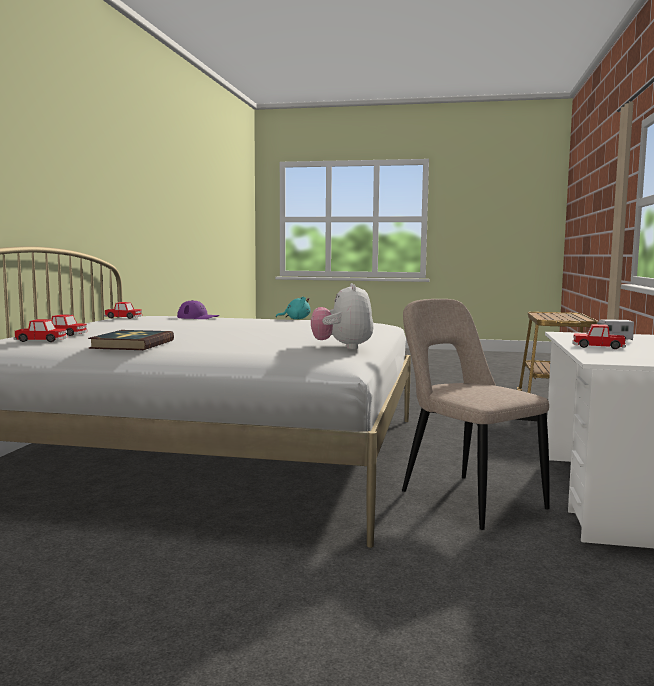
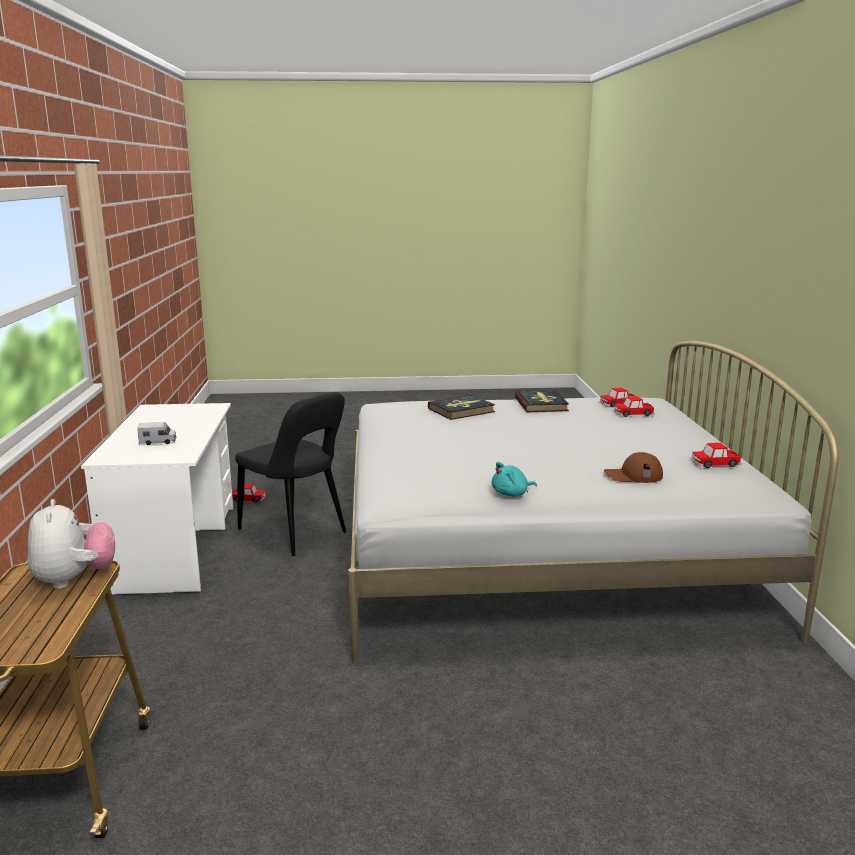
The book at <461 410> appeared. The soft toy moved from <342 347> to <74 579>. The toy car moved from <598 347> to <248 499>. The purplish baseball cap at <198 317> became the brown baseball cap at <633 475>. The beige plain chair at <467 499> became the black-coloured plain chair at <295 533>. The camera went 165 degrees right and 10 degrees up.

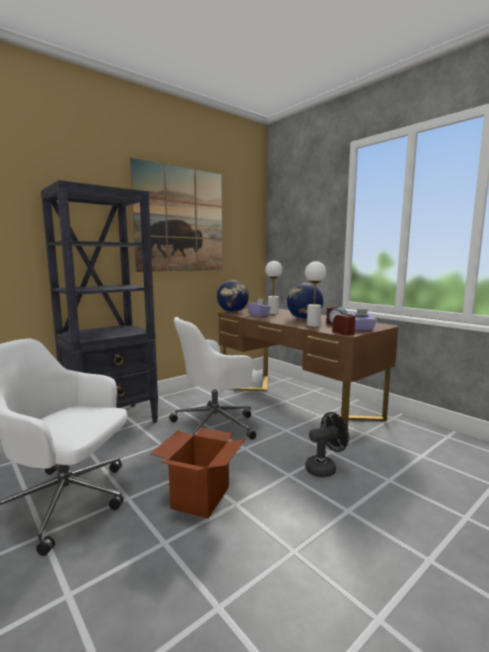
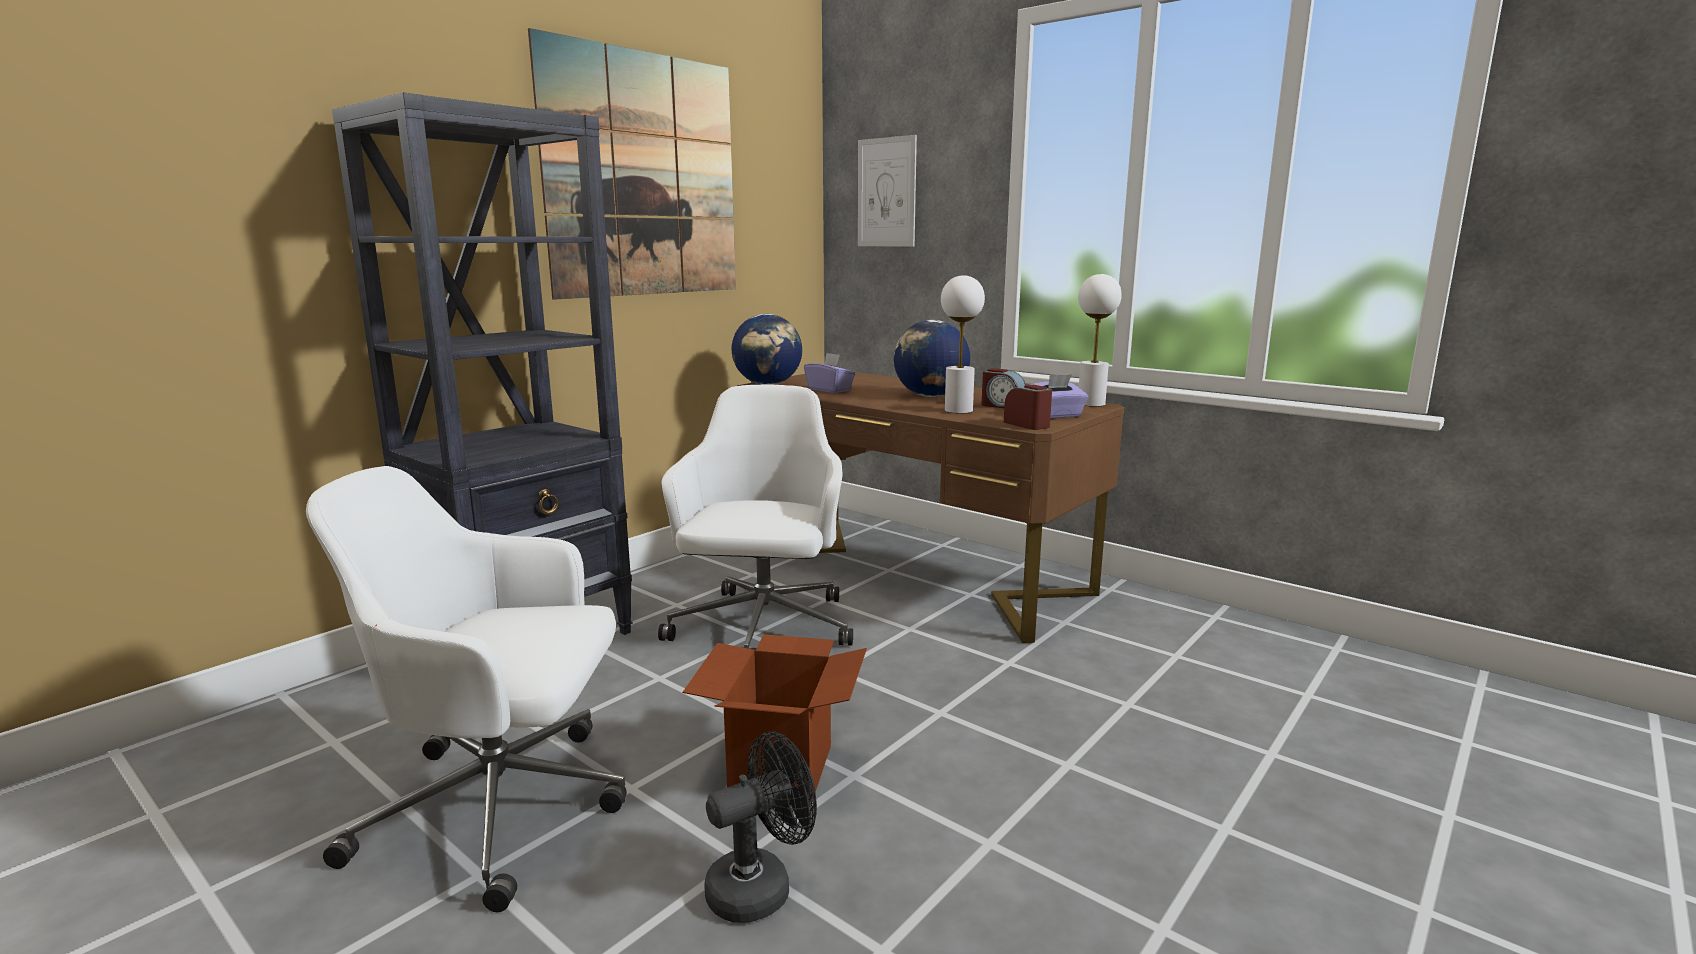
The picture at <886 192> appeared. The white-coloured table lamp moved from <273 313> to <1090 404>. The black-coloured cooling fan moved from <324 468> to <761 886>. The white-coloured desk chair at <216 424> turned 135 degrees clockwise. The camera went 10 degrees left and 5 degrees up.

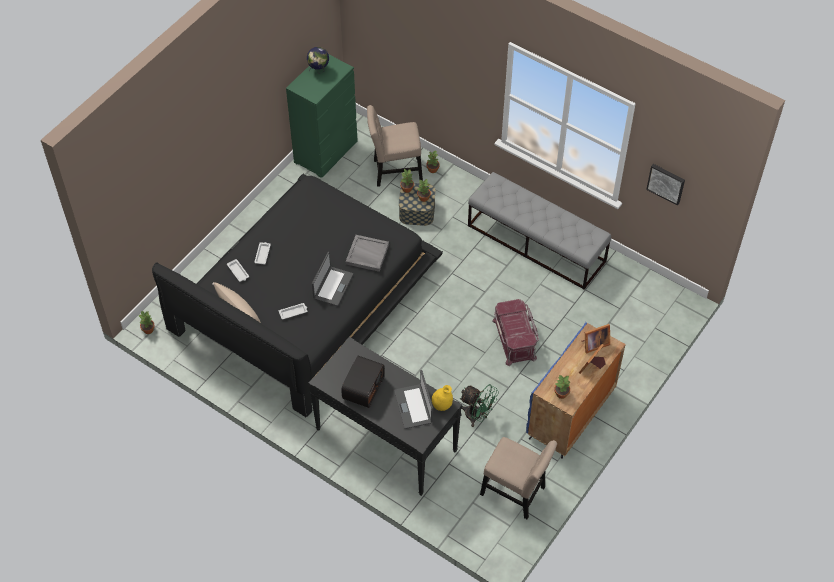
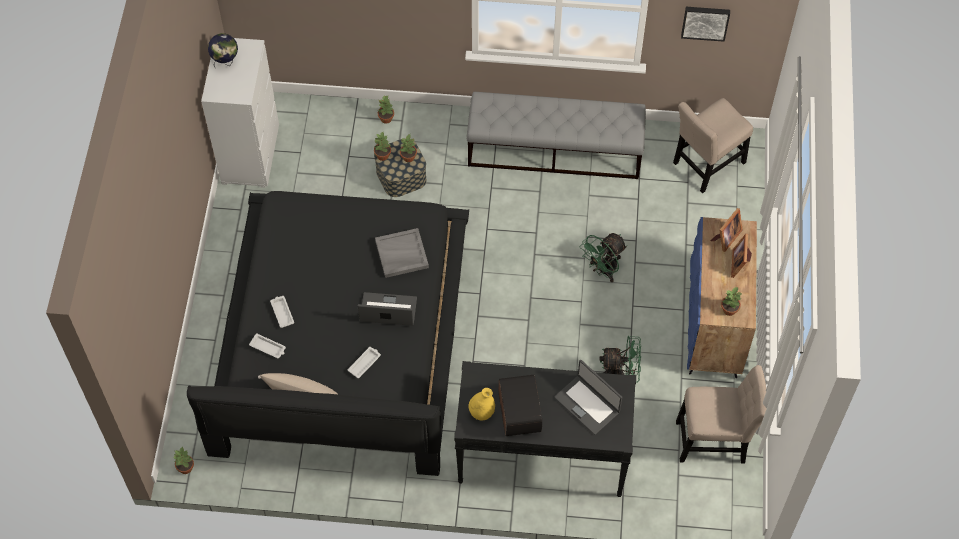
The beige plain chair moved from <394 171> to <706 165>. The yellowish vase moved from <442 405> to <482 412>. The reddish storage box at <515 339> was replaced by the green cooling fan at <603 270>. The green chest of drawers at <326 152> became the white-coloured chest of drawers at <250 154>. The portable computer at <332 286> turned 75 degrees counterclockwise. The camera went 30 degrees left and 5 degrees up.

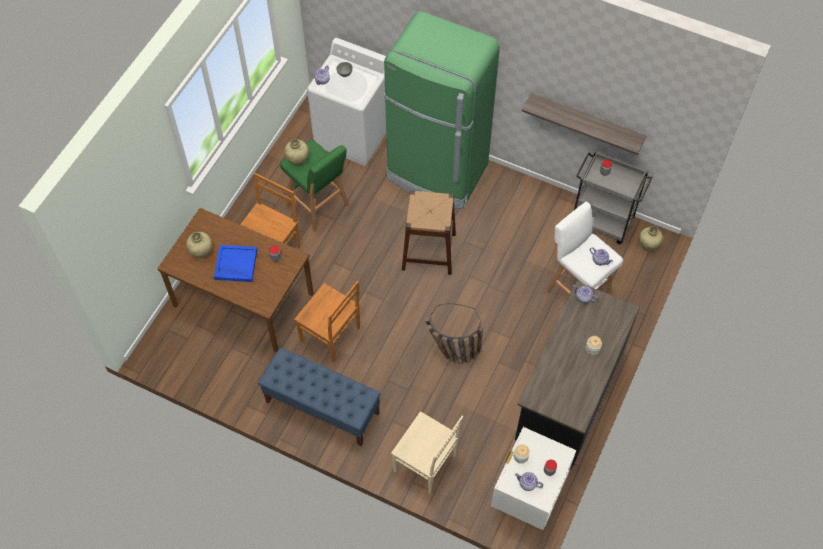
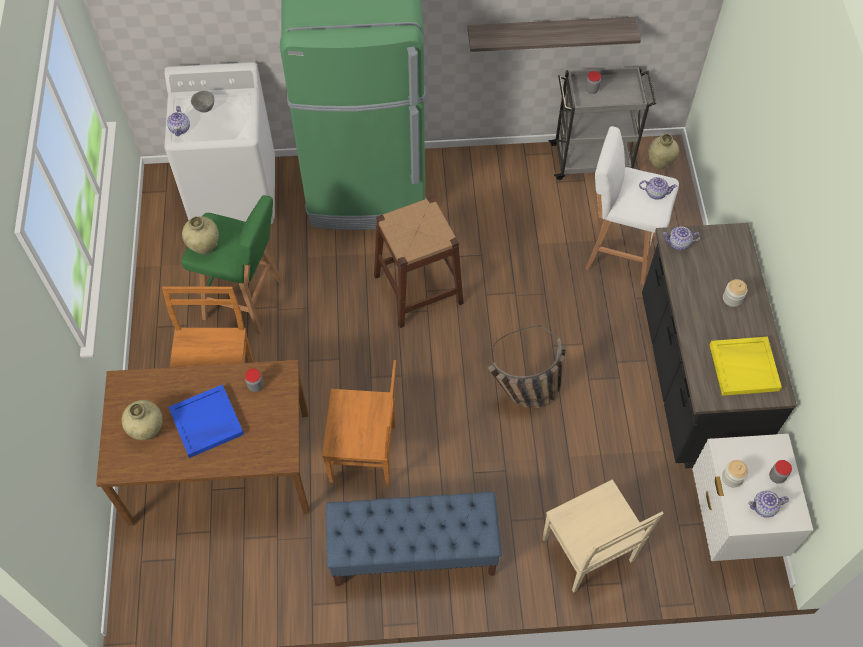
The yellowish serving tray at <744 367> appeared. The beige plain chair at <426 464> turned 60 degrees clockwise. The camera went 30 degrees left and 0 degrees up.

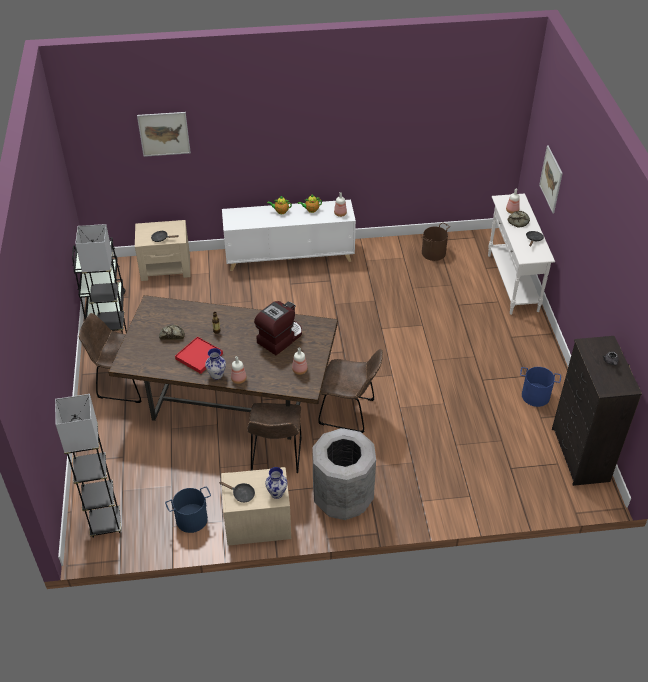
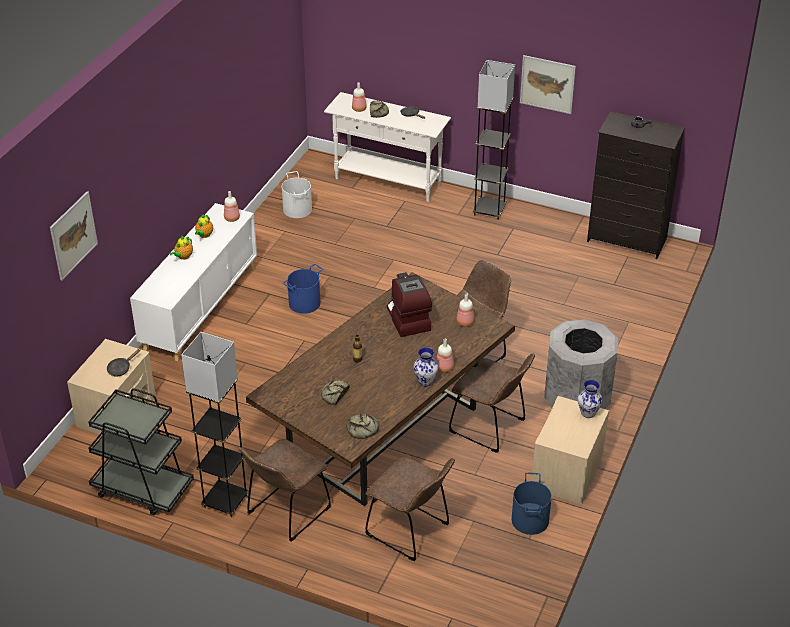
The reddish serving tray at <199 356> disappeared. The black-coloured skillet at <241 494> disappeared. The bread at <363 429> appeared. The brown plain chair at <411 531> appeared. The grey floor lamp moved from <105 523> to <489 210>. The bluish bucket moved from <535 395> to <304 303>. The picture moved from <551 179> to <547 84>. The brown bucket at <433 252> became the white-coloured bucket at <297 209>. The camera went 60 degrees left and 5 degrees down.

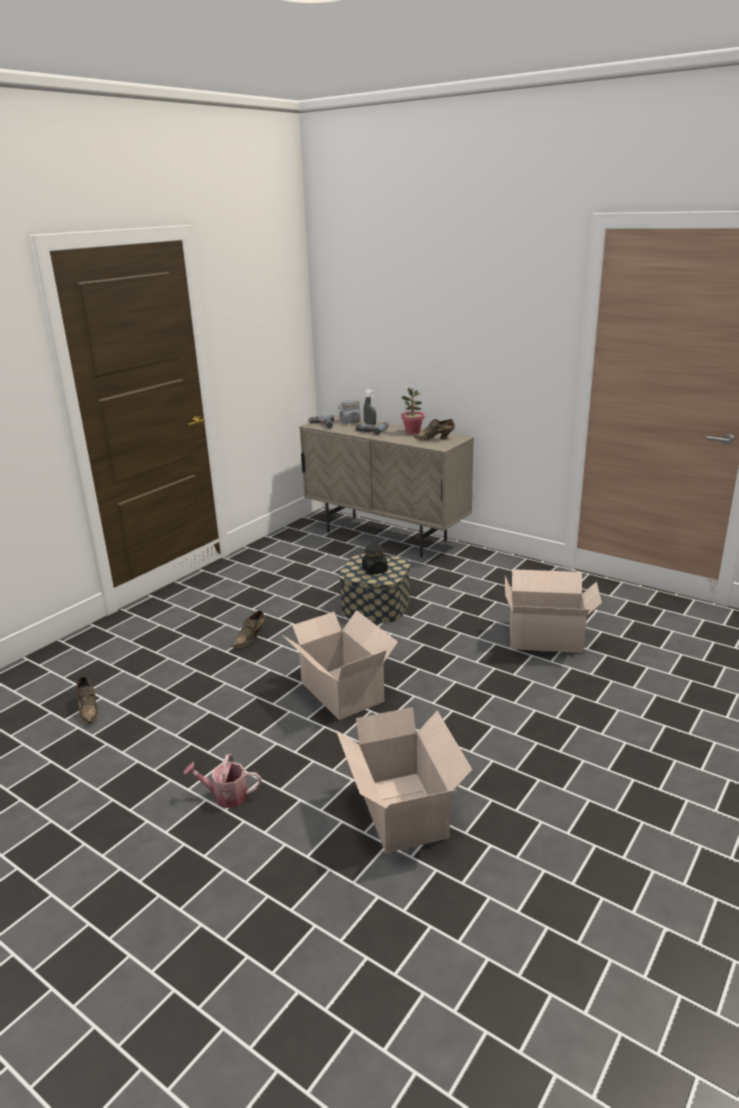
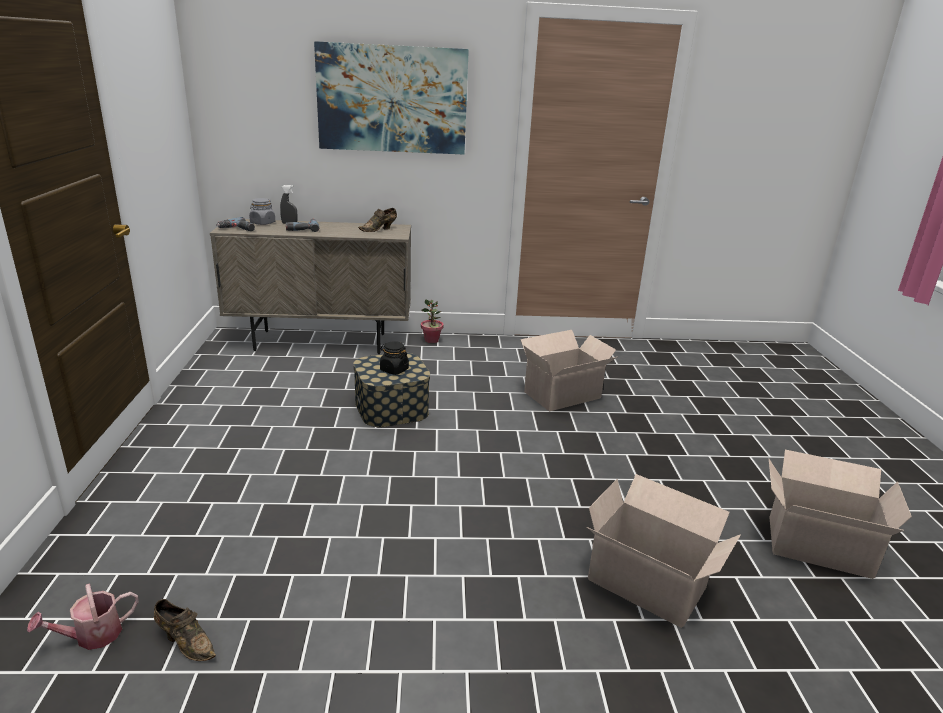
The brown low shoe at <250 639> disappeared. The picture at <392 99> appeared. The watering can moved from <225 796> to <92 636>. The carton moved from <341 690> to <815 545>. The potted plant moved from <412 432> to <431 340>. The camera went 40 degrees left and 0 degrees up.

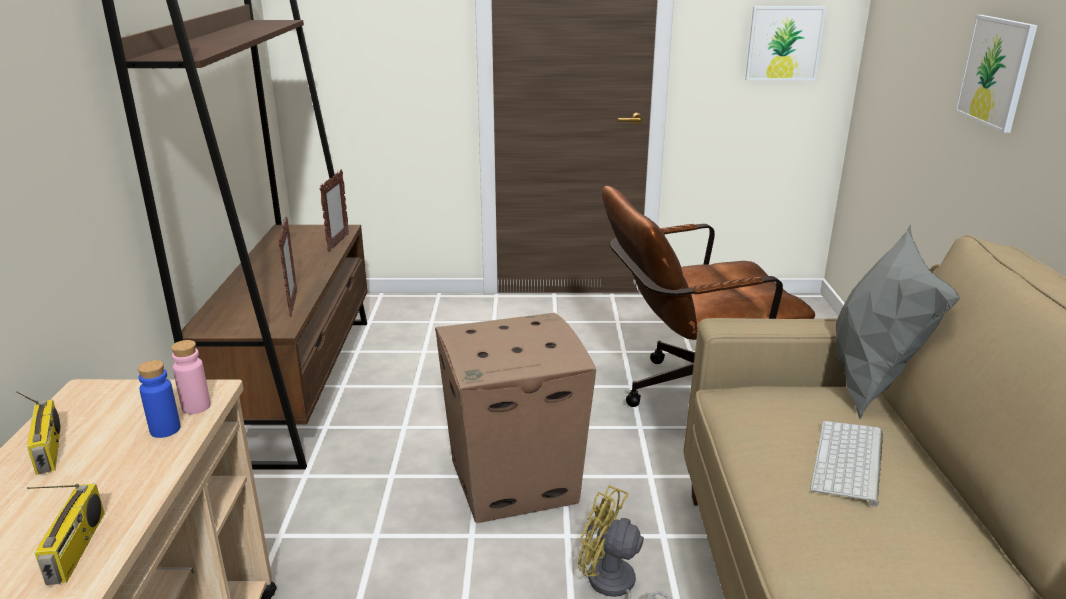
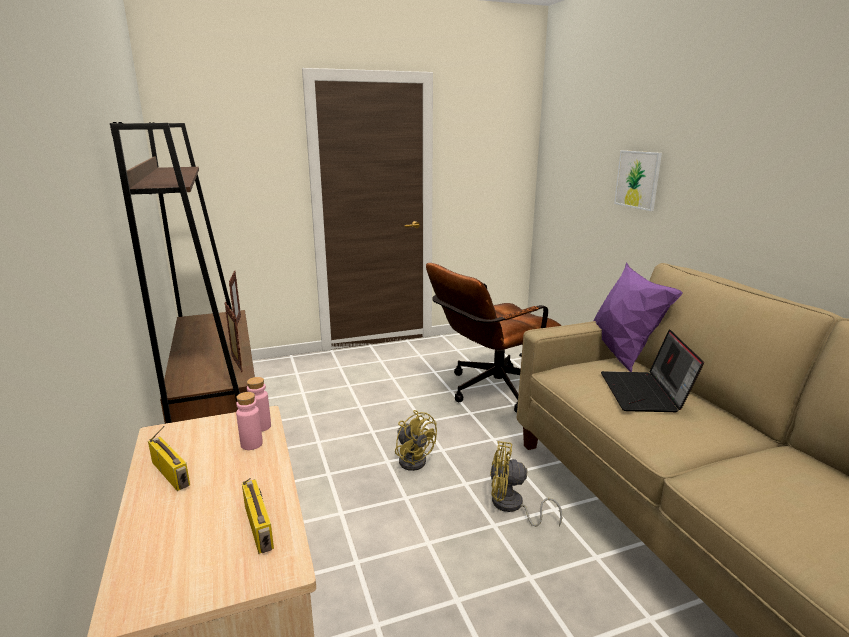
The picture at <784 43> disappeared. The carton at <515 480> was replaced by the yellowish cooling fan at <413 459>. The PC keyboard at <850 463> was replaced by the portable computer at <645 393>. The bluish drink bottle at <165 429> became the pinkish drink bottle at <251 444>. The grey pillow at <869 383> became the purplish pillow at <621 354>. The camera went 20 degrees left and 5 degrees down.

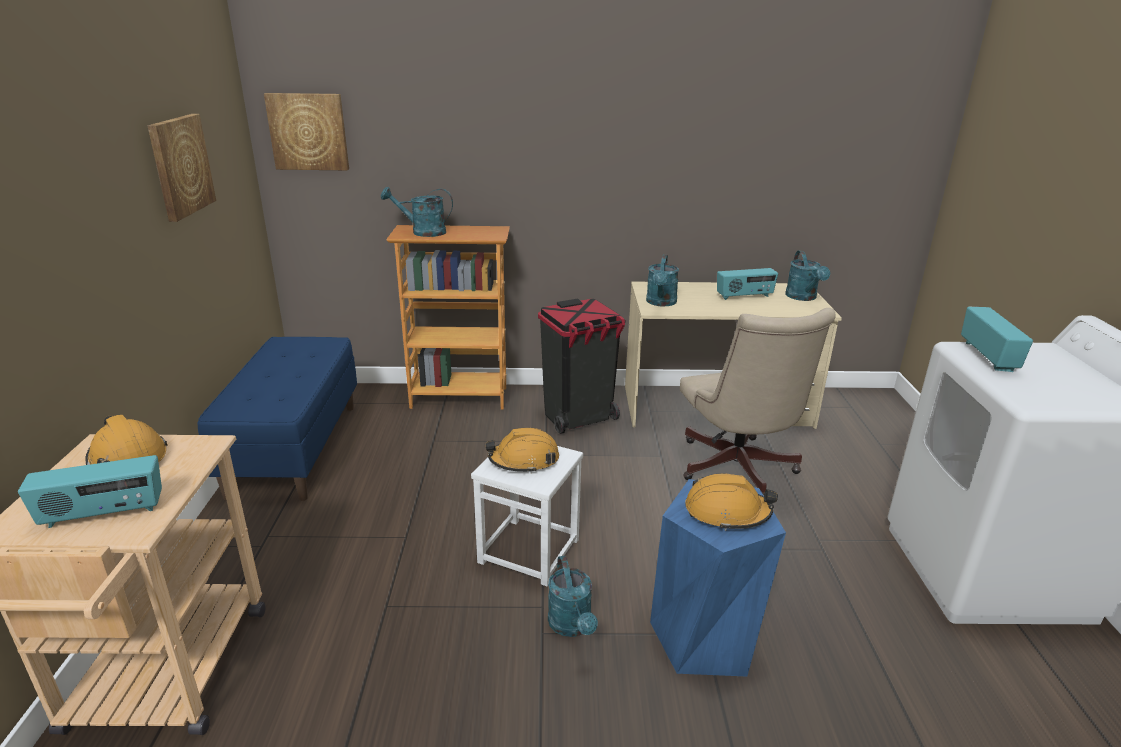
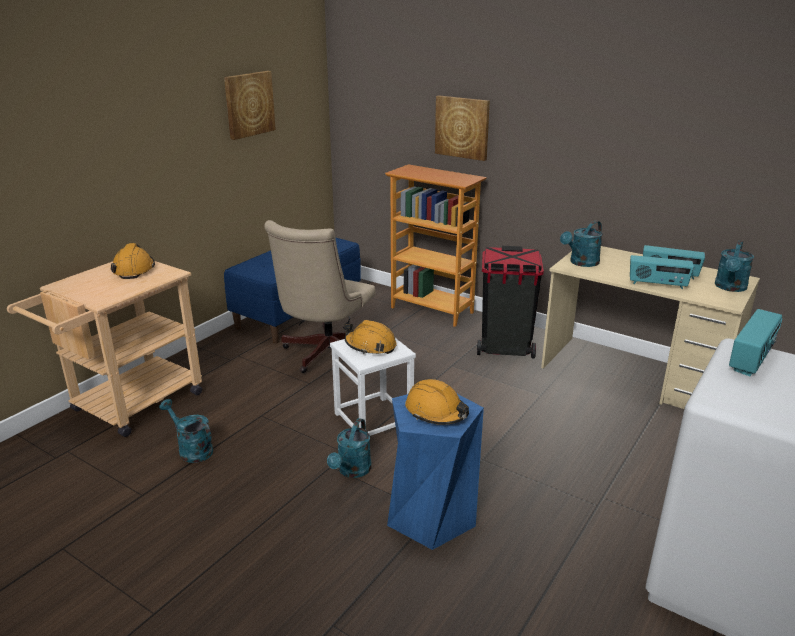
The radio moved from <103 514> to <657 284>. The picture moved from <308 131> to <462 127>. The turquoise-coloured watering can moved from <422 232> to <191 449>. The beige desk chair moved from <737 471> to <324 355>. The camera went 35 degrees right and 0 degrees up.

